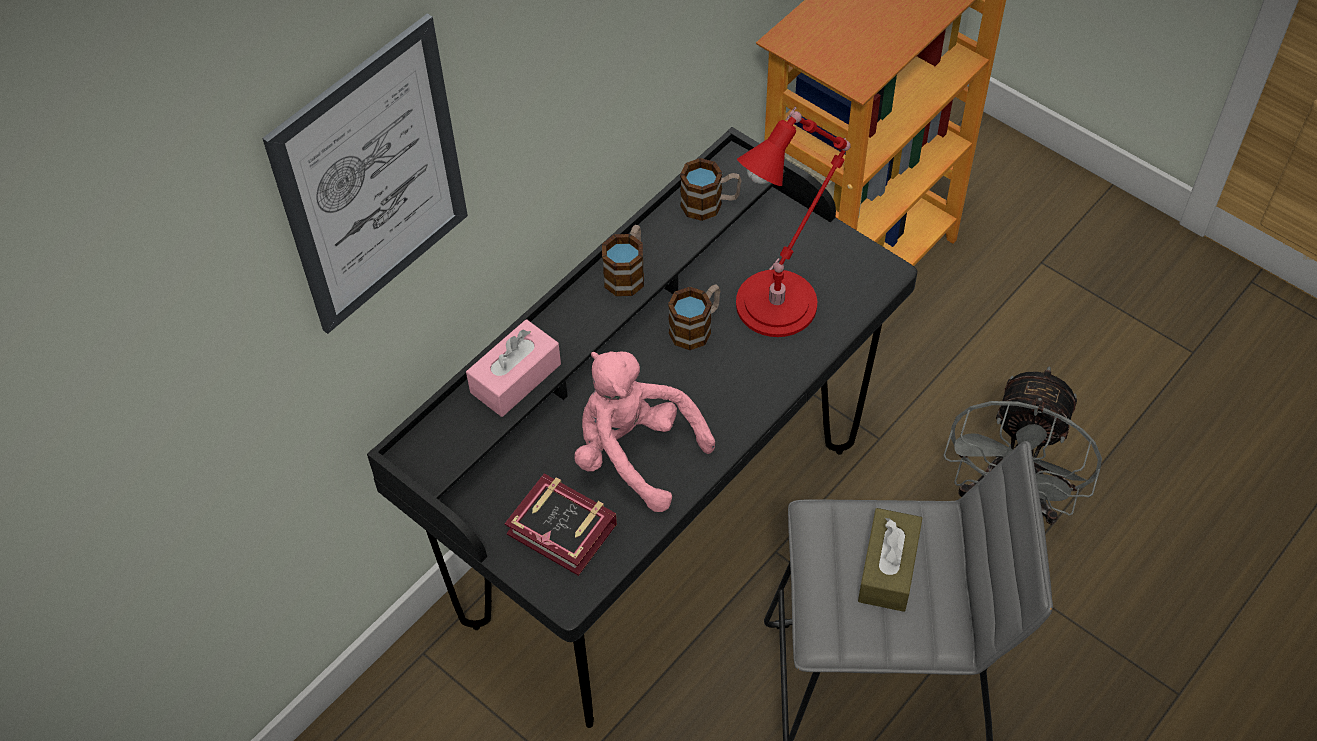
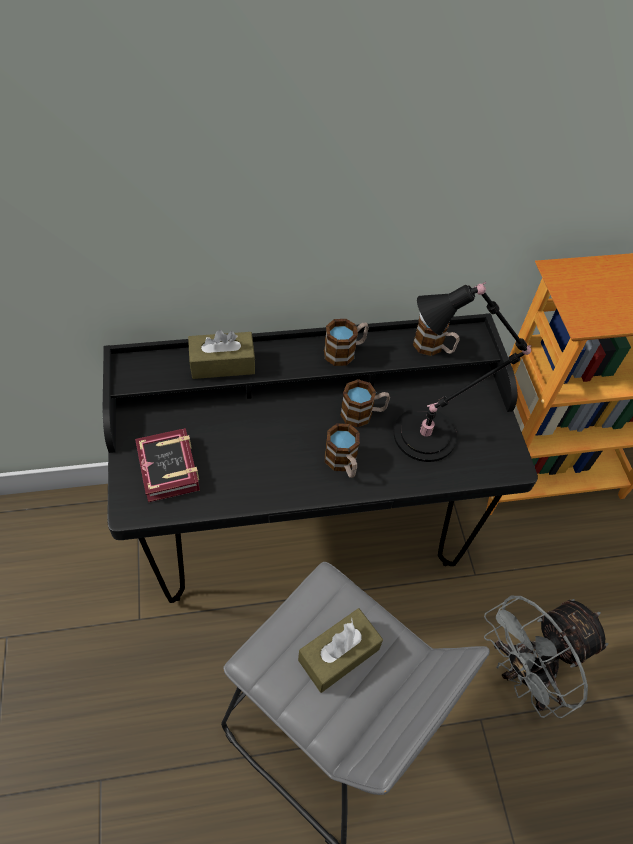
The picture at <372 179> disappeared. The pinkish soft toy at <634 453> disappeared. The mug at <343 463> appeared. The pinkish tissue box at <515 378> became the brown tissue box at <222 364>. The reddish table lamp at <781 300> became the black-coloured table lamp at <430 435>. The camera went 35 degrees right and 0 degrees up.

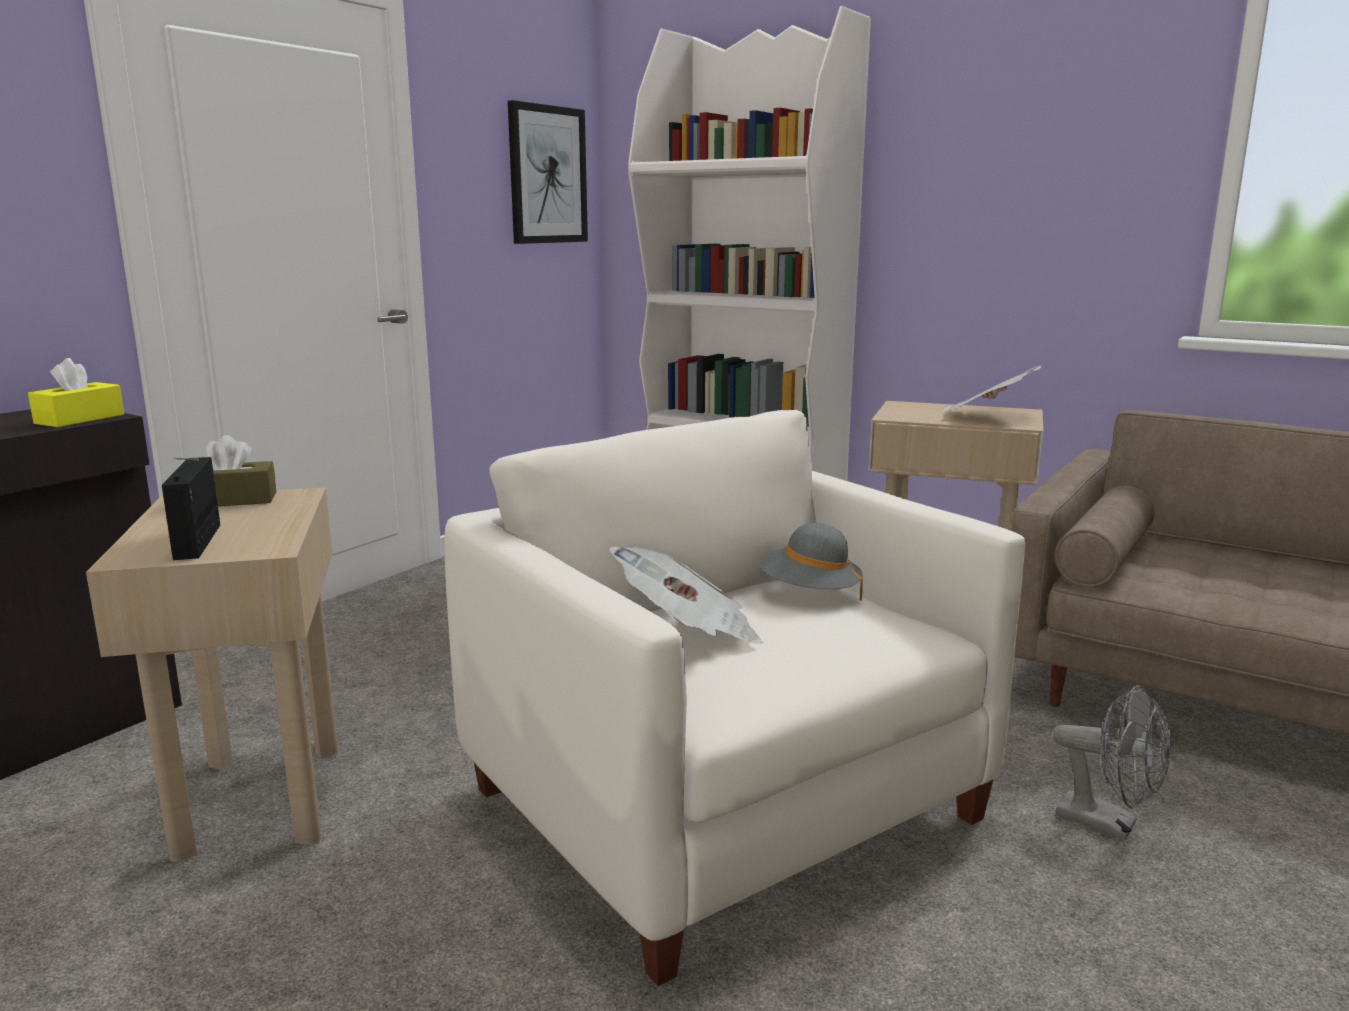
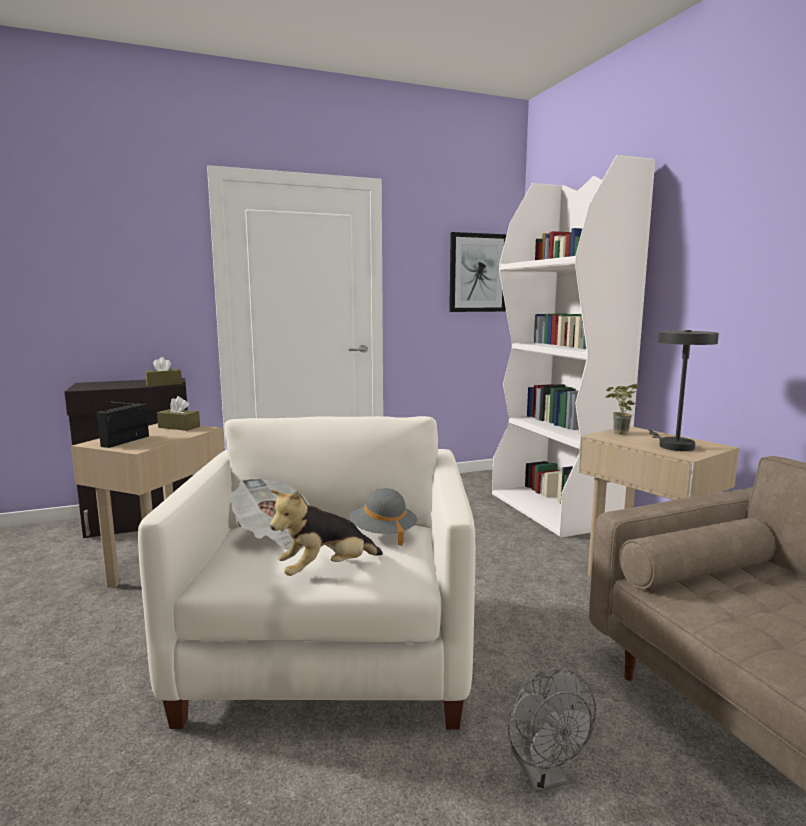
The soft toy at <326 571> appeared. The potted plant at <617 433> appeared. The daily paper at <985 416> was replaced by the grey table lamp at <672 445>. The yellowish tissue box at <80 419> became the brown tissue box at <164 384>. The camera went 35 degrees right and 5 degrees down.

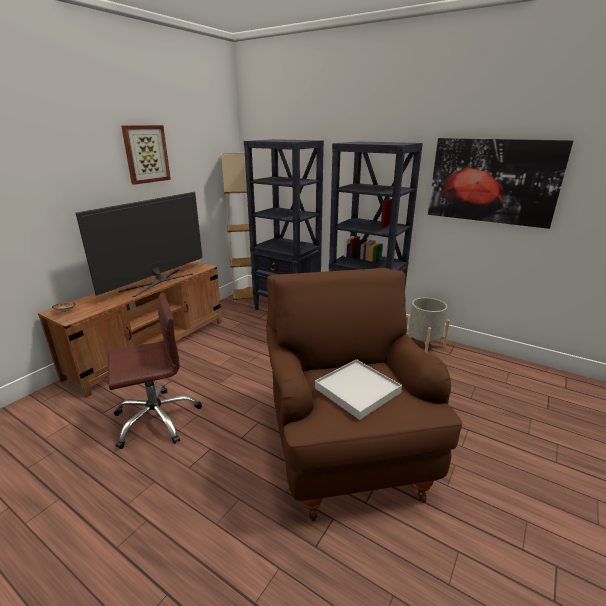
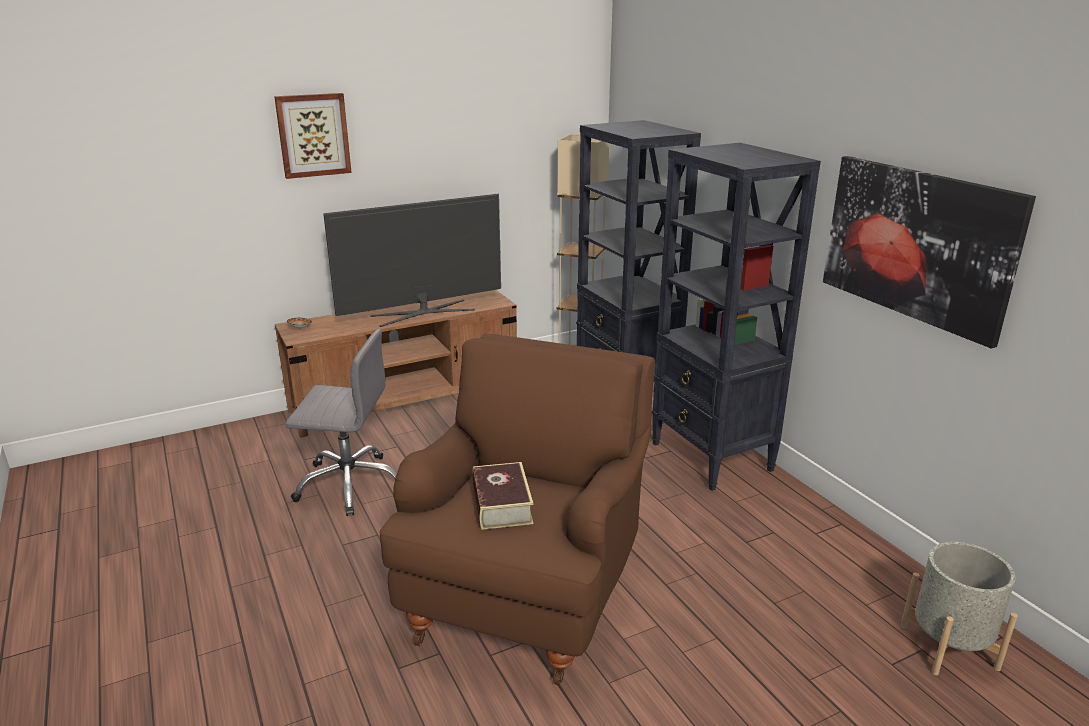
The picture moved from <146 154> to <313 135>. The grey flower pot moved from <423 345> to <948 647>. The white-coloured serving tray at <357 390> was replaced by the book at <501 504>. The brown desk chair at <156 419> became the grey desk chair at <350 484>. The camera went 30 degrees right and 0 degrees up.

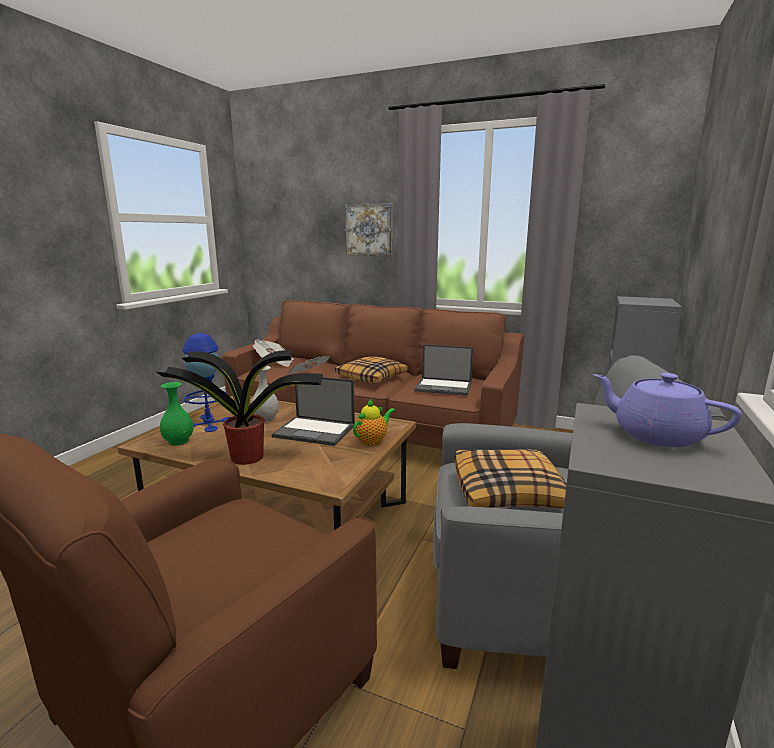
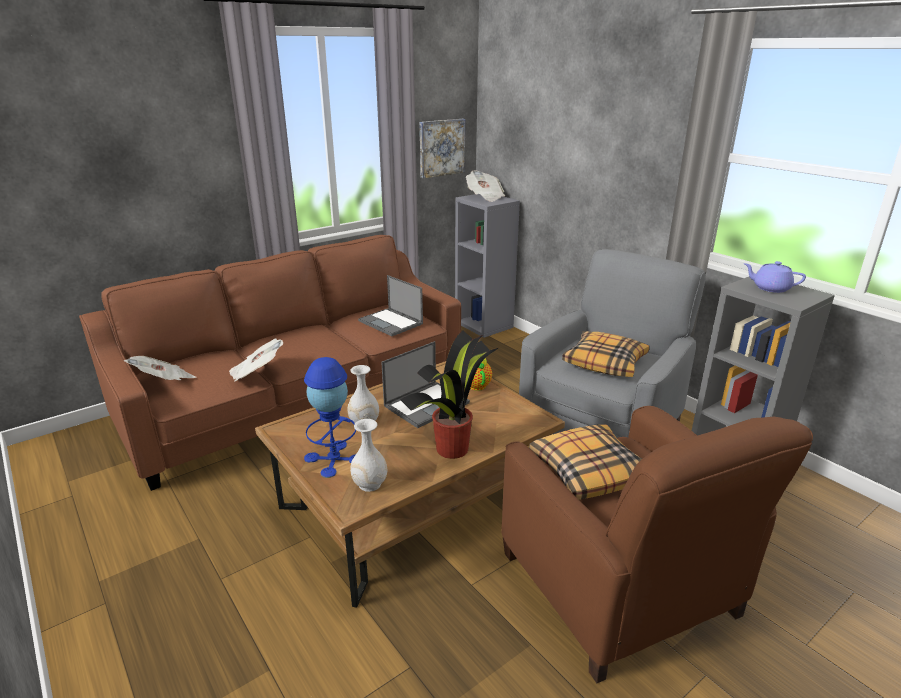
The daily paper at <485 197> appeared. The pillow moved from <372 377> to <588 470>. The picture moved from <369 229> to <441 148>. The green vase at <179 441> became the white-coloured vase at <370 484>. The portable computer at <444 387> turned 90 degrees clockwise. The purplish teapot at <655 435> turned 45 degrees clockwise. The camera went 60 degrees left and 10 degrees up.

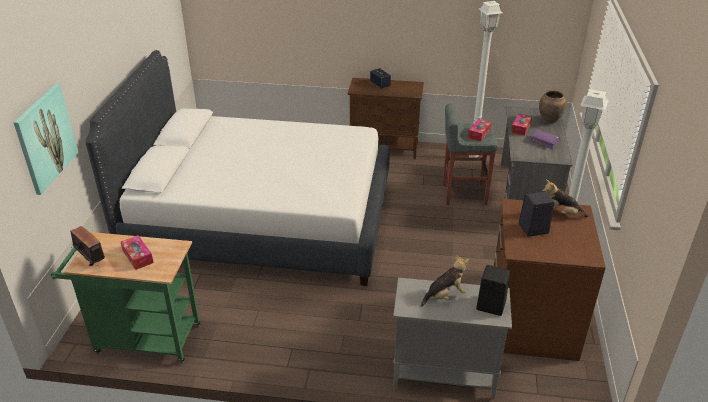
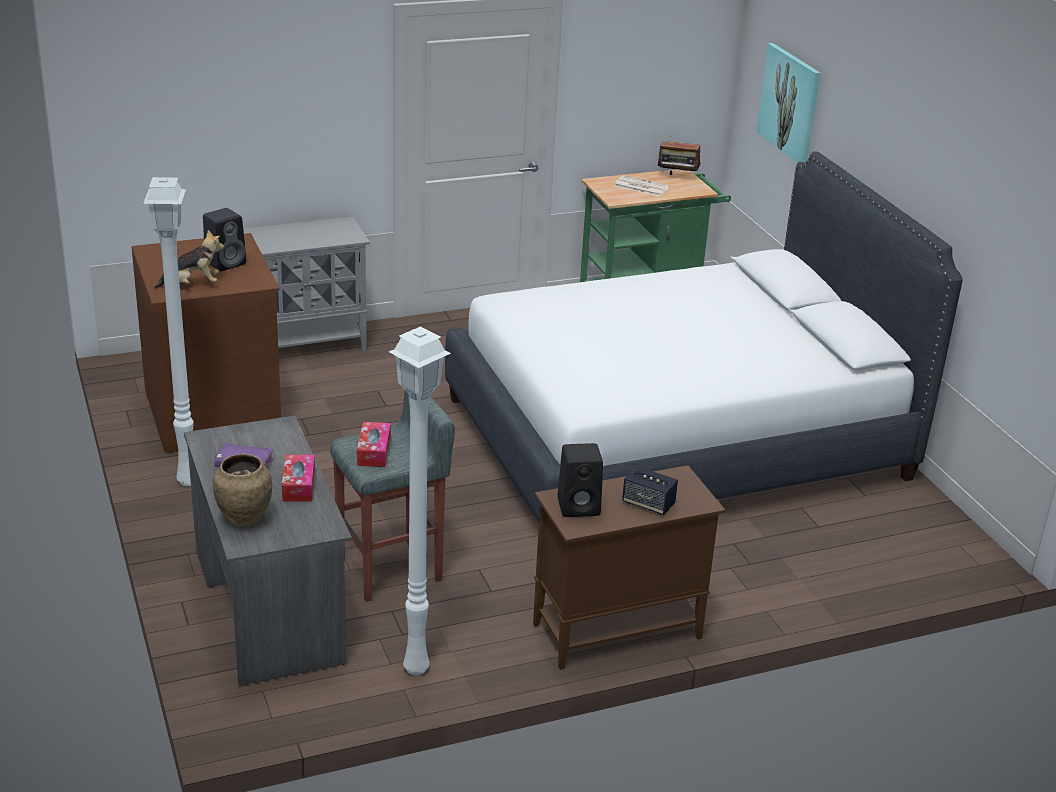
The soft toy at <445 296> disappeared. The black-coloured speaker moved from <489 305> to <580 506>. The tissue box at <138 256> was replaced by the daily paper at <640 187>. The camera went 150 degrees right and 5 degrees down.

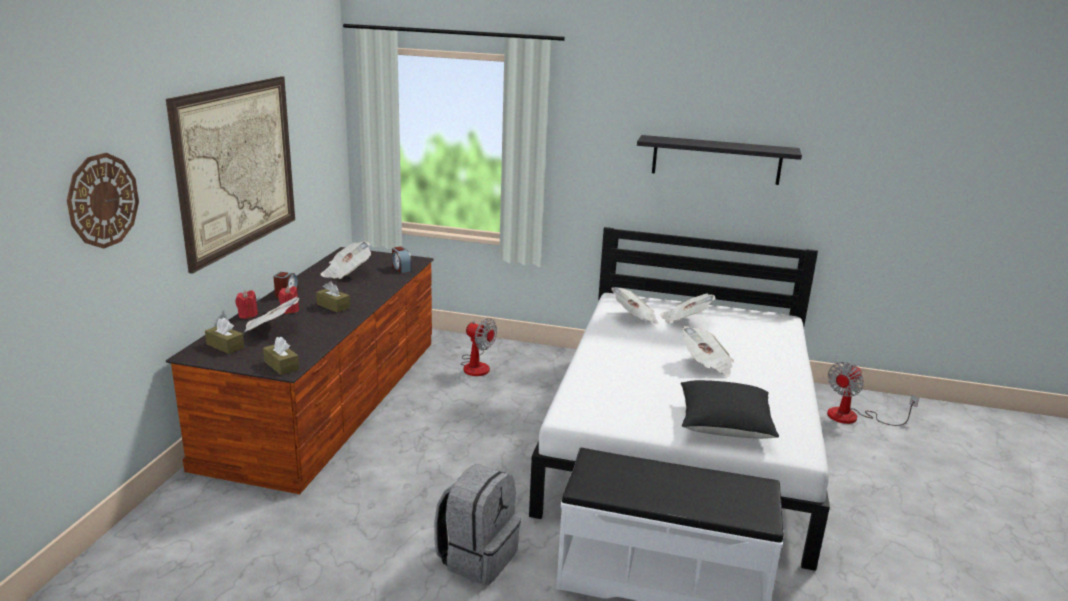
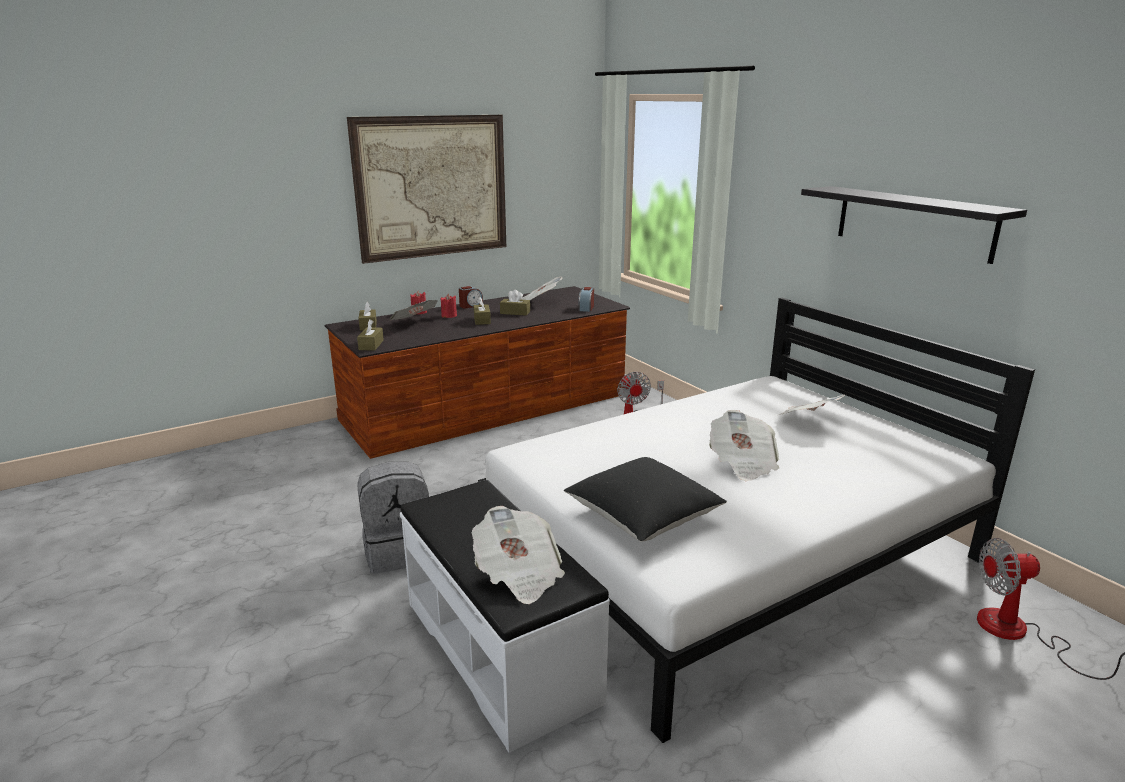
The clock on the wall at <103 200> disappeared. The brown tissue box at <515 312> appeared. The daily paper moved from <634 318> to <518 574>. The camera went 45 degrees right and 0 degrees up.

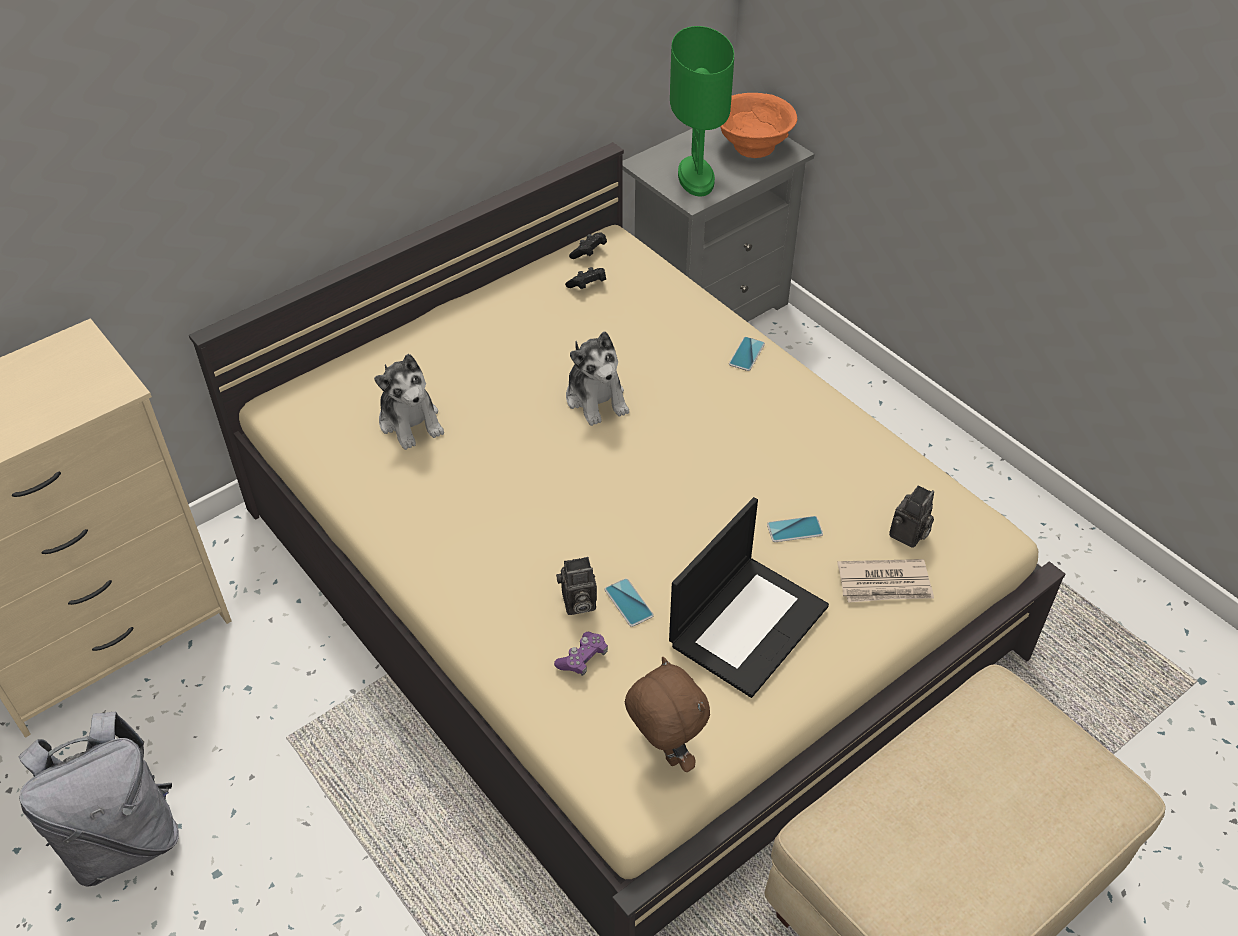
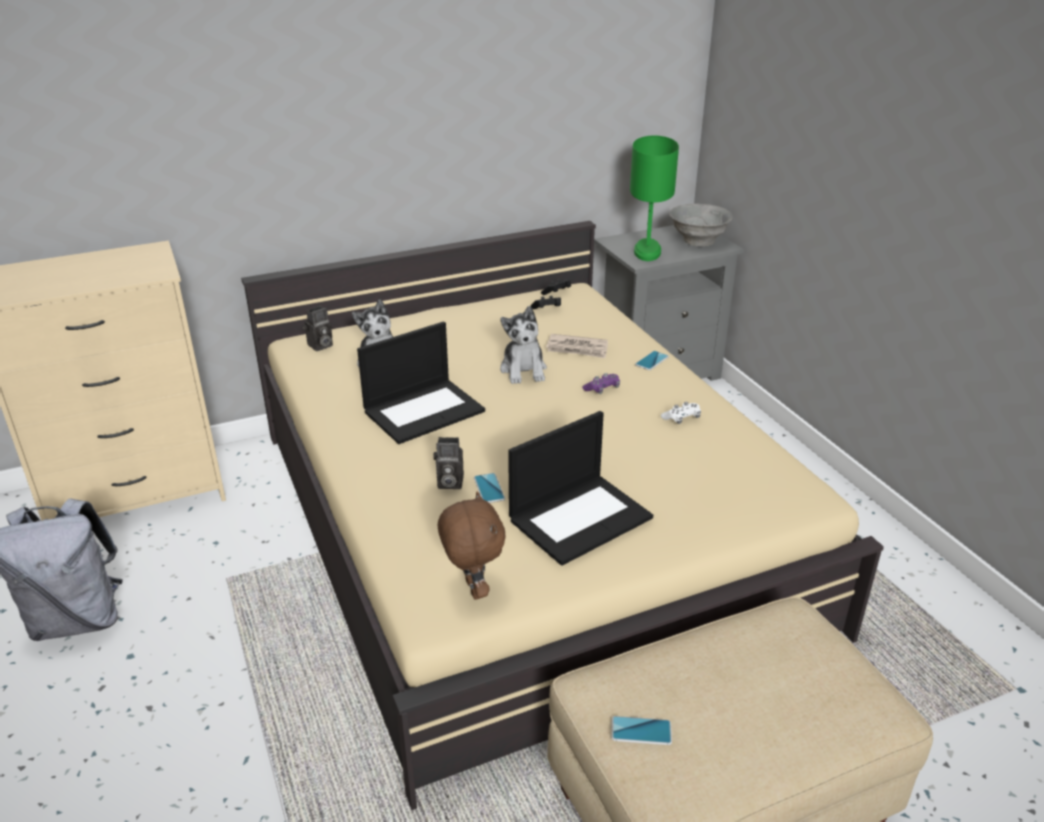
The portable computer at <424 410> appeared. The white-coloured game controller at <681 418> appeared. The purplish game controller moved from <582 658> to <602 389>. The handset moved from <794 529> to <641 731>. The daily paper moved from <885 584> to <577 349>. The still camera moved from <908 536> to <320 346>. The orangey serving bowl at <752 147> became the grey serving bowl at <698 241>. The camera went 15 degrees right and 15 degrees down.

